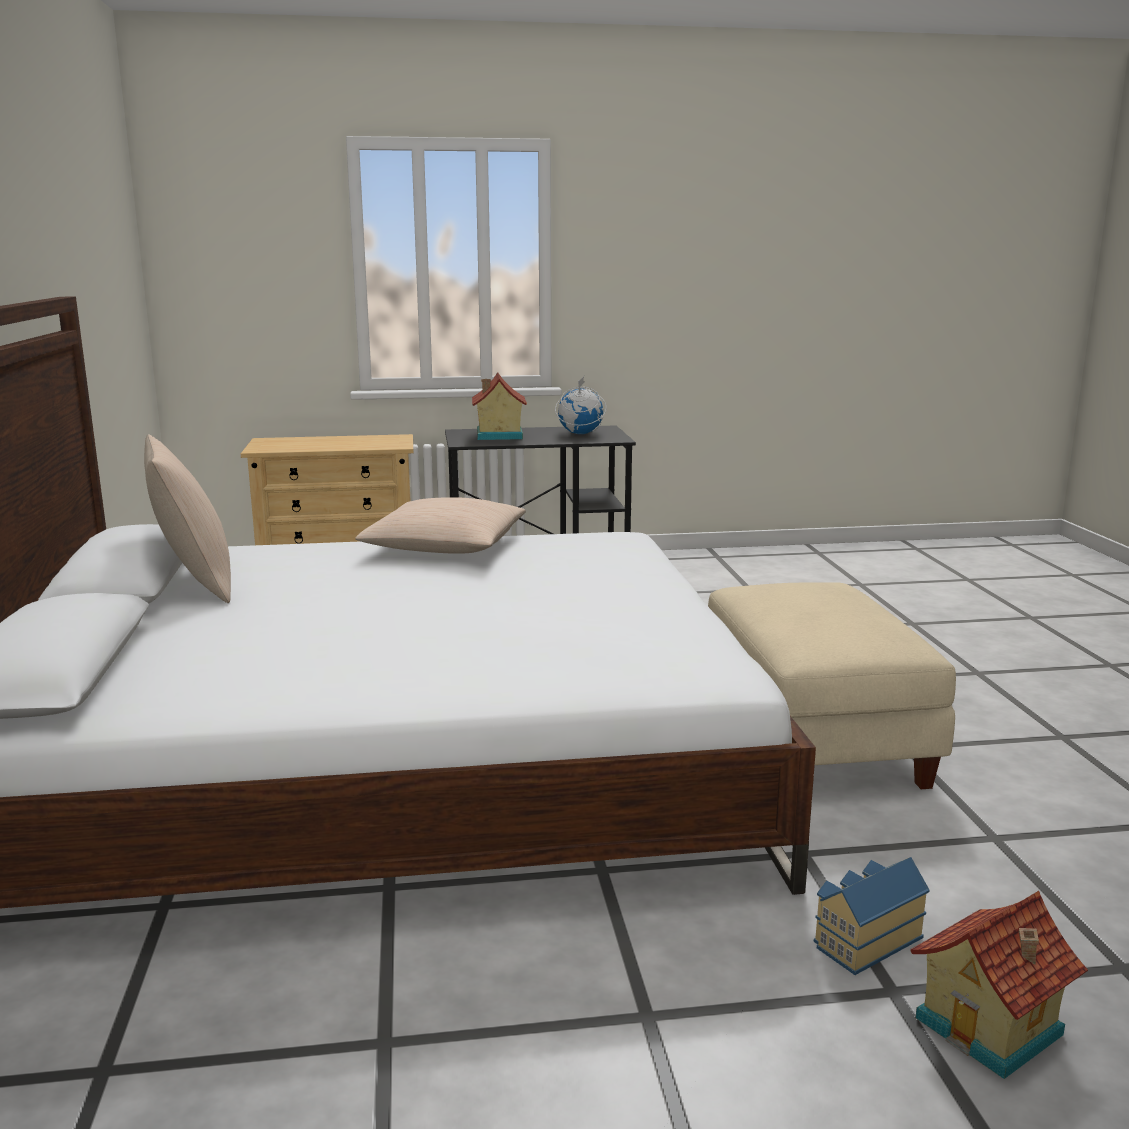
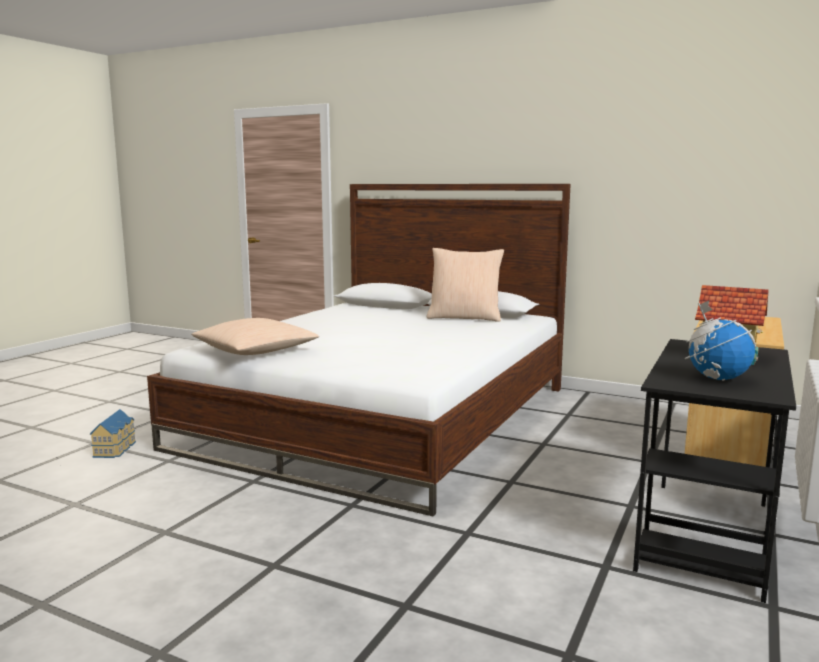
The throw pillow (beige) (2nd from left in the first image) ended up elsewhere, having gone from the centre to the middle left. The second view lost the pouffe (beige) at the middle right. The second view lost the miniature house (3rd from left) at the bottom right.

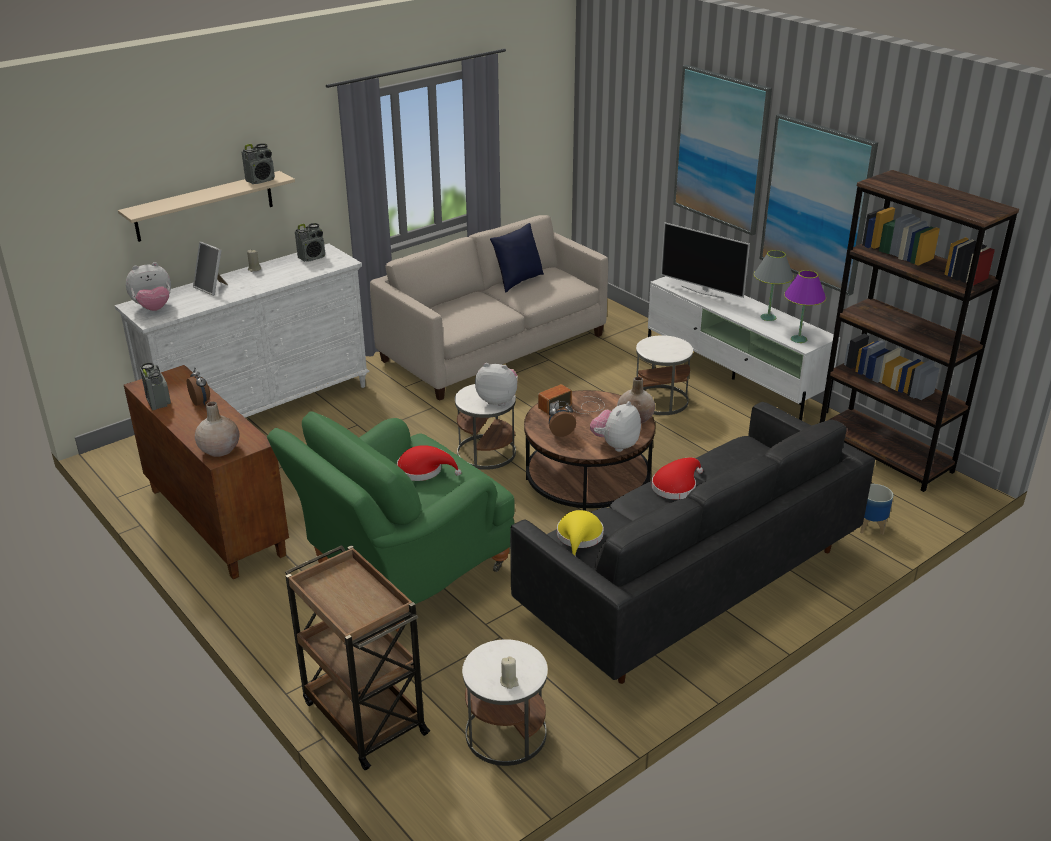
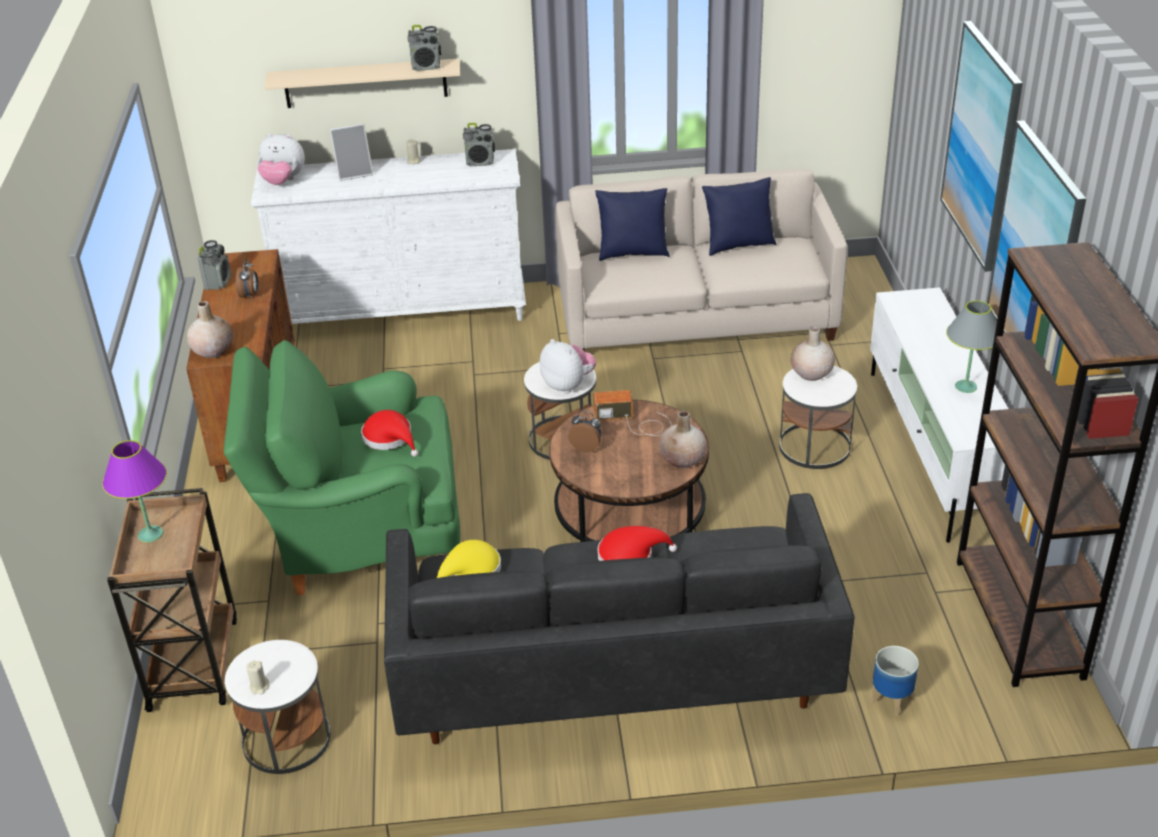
The tabletop lamp (purplish) ended up elsewhere, having gone from the middle right to the middle left. The photo frame at the top left ended up facing another way, 90 degrees counterclockwise from before. The second view gained the throw pillow (blue) (1st from left) at the top centre. The second view gained the vase (beige) (3rd from left) at the middle right. The second view lost the plush toy (3rd from left) at the centre. The second view lost the TV set at the top right.

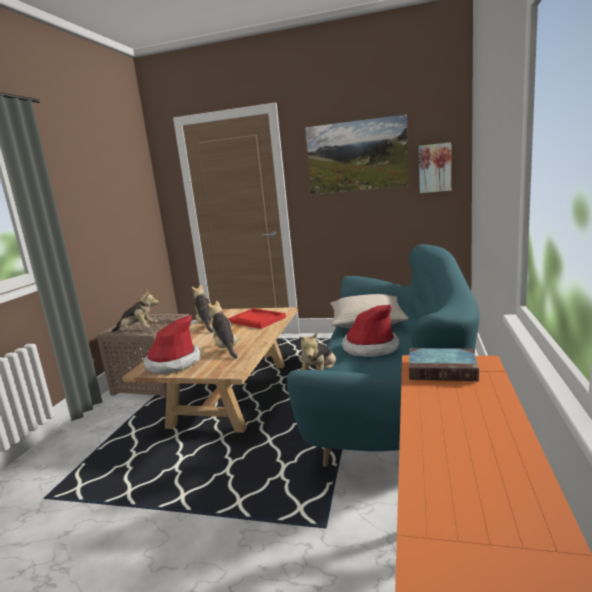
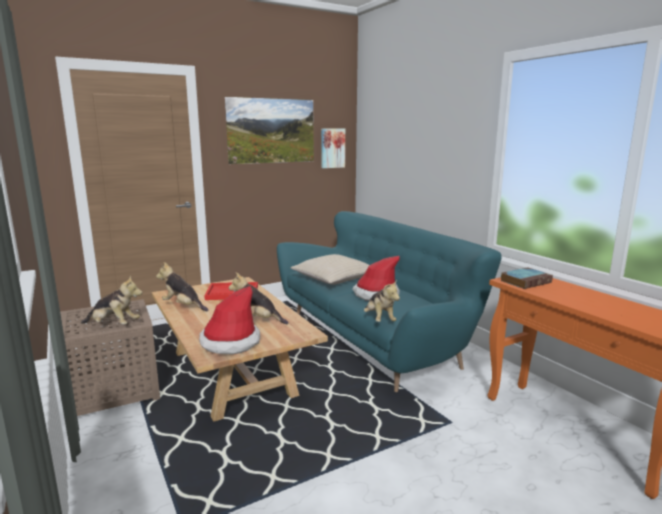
The plush toy (1st from left) at the middle left ended up facing another way, 45 degrees clockwise from before.

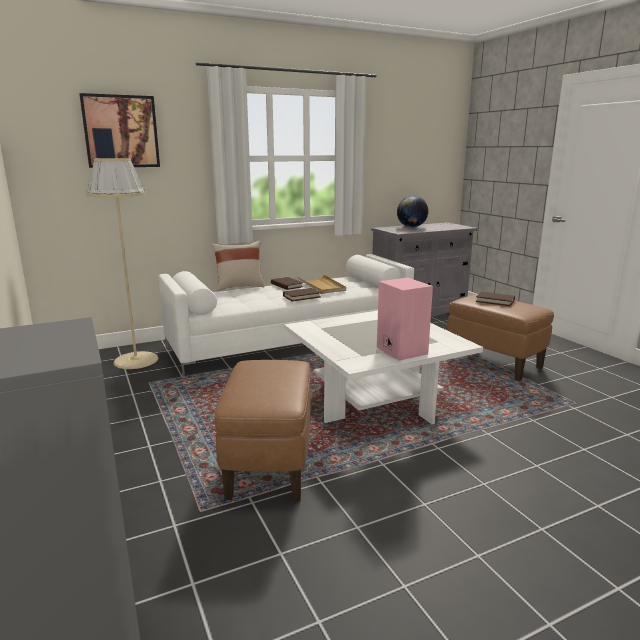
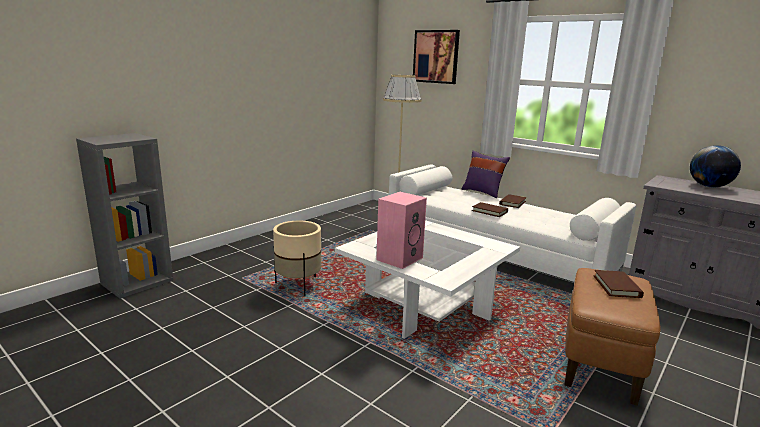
Where the pouffe (brown) (1st from left) stood at the bottom centre, the flower pot (beige) came to stand at the centre. What was the throw pillow (beige) at the centre turned into the throw pillow (purplish) at the centre. The second view lost the serving tray (beige) at the centre.

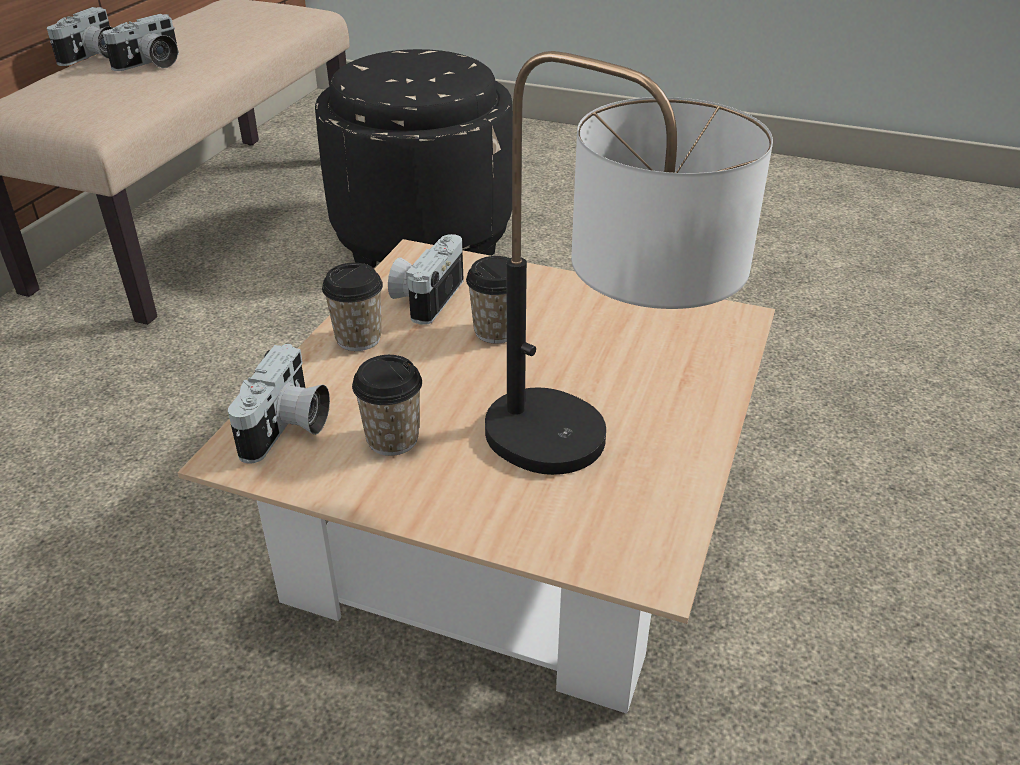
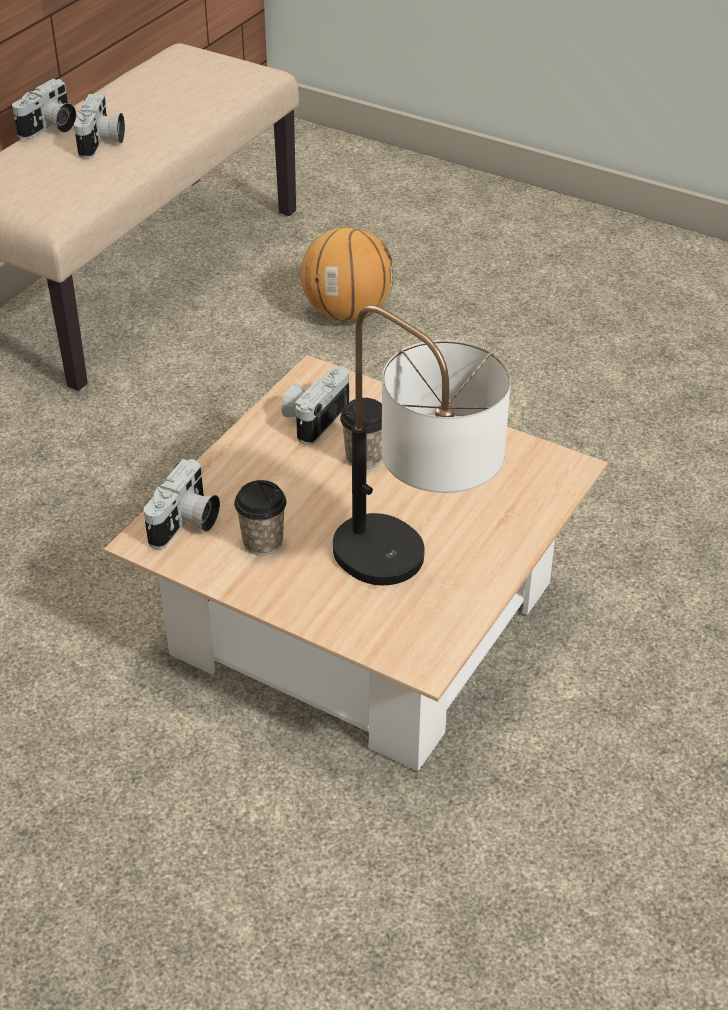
The still camera (2nd from left) at the top left ended up facing another way, 45 degrees counterclockwise from before. Where the pouffe (blackish) stood at the top centre, the ball for basketball came to stand at the top centre. The second view lost the small cup (1st from left) at the centre.

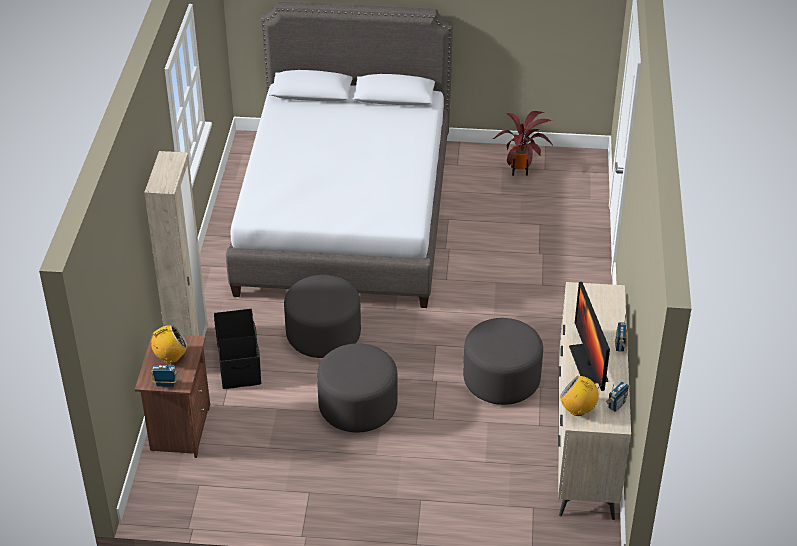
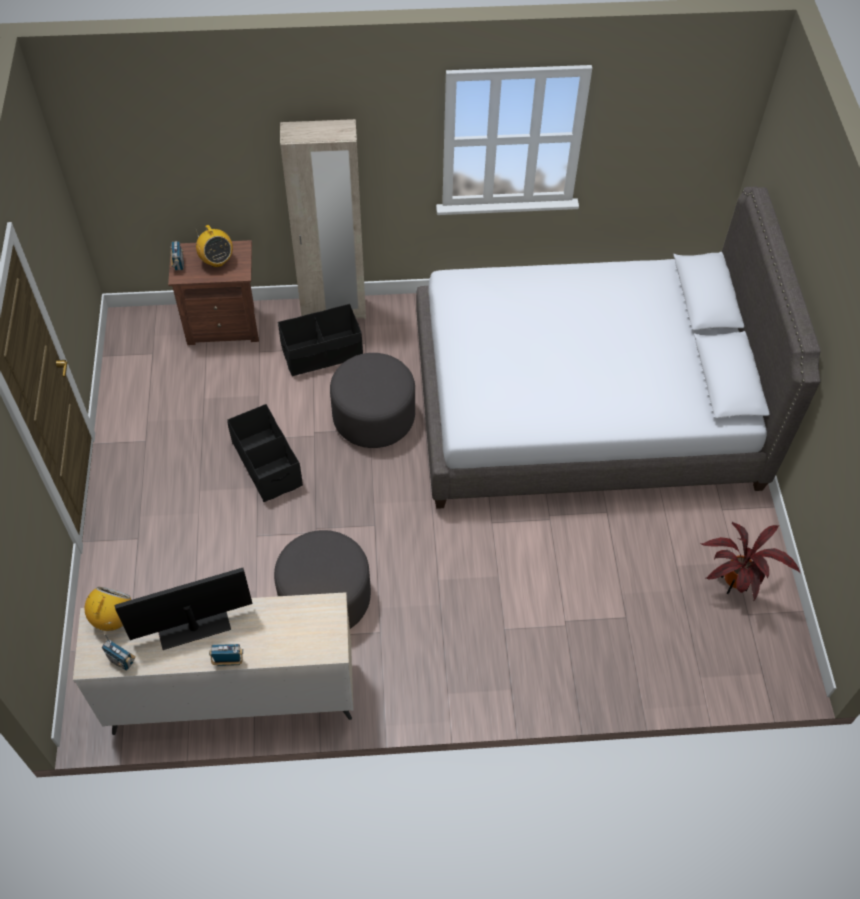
Where the pouffe (grey) (2nd from left) stood at the bottom centre, the storage box (blackish) (1st from left) came to stand at the middle left.

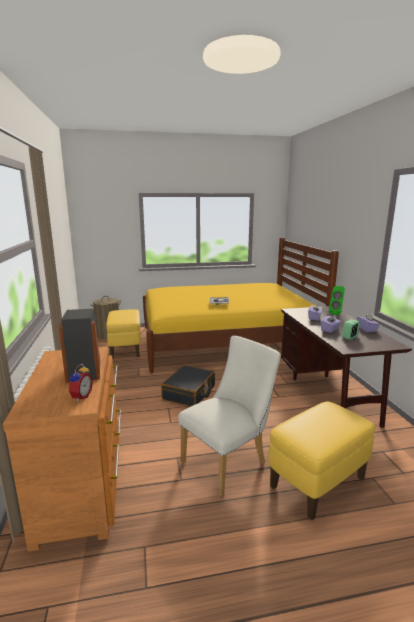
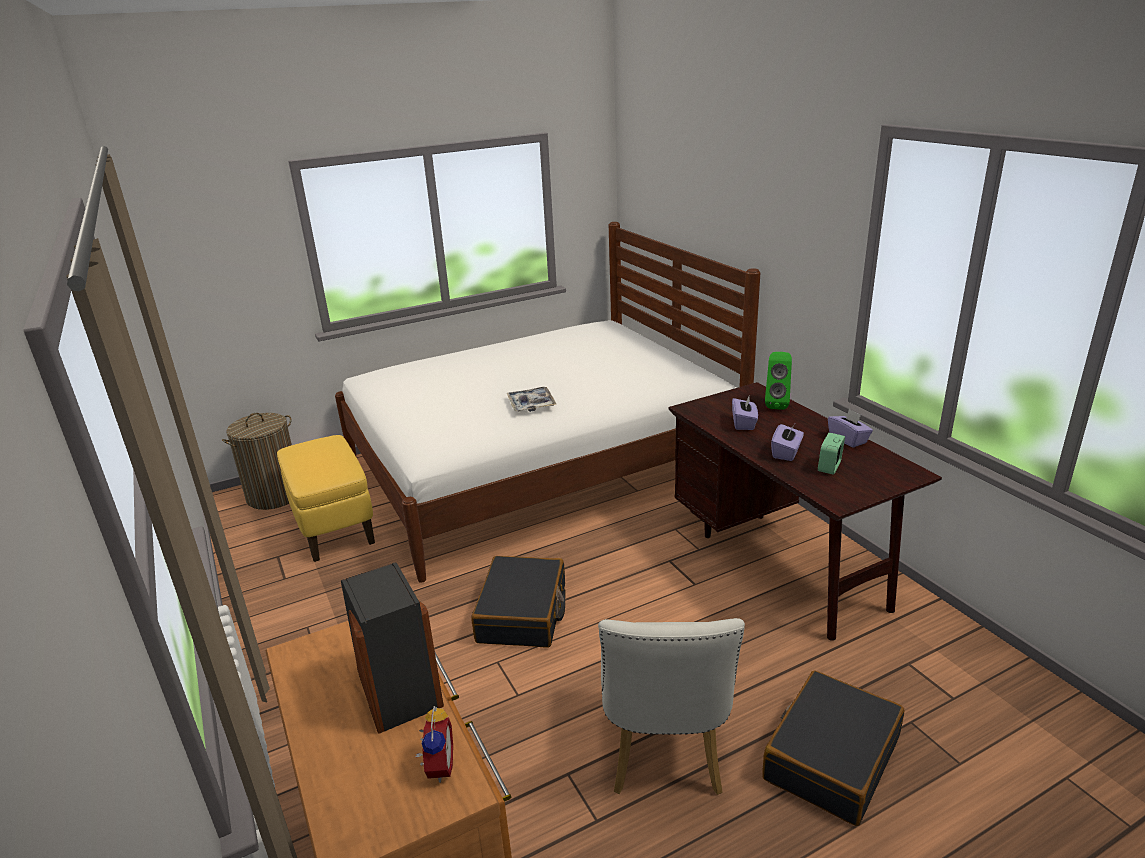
What was the bed (yellow) at the centre turned into the bed (white) at the centre. The upright chair (white) at the bottom centre ended up facing another way, 150 degrees clockwise from before. Where the pouffe (yellow) (2nd from left) stood at the bottom right, the suitcase (blackish) (2nd from left) came to stand at the bottom right.

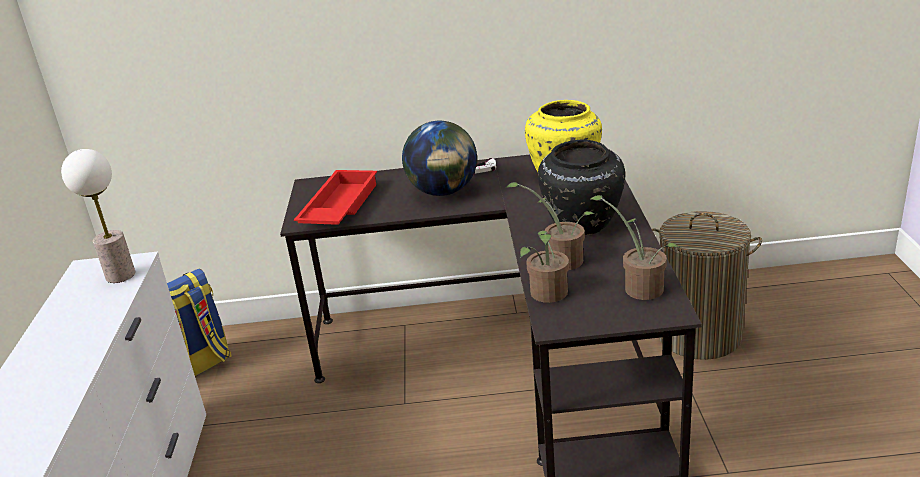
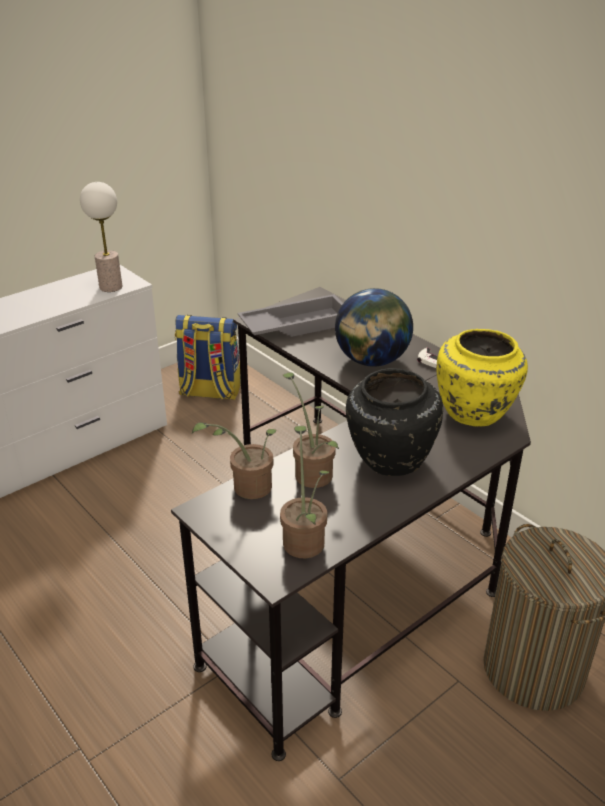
What was the serving tray (reddish) at the centre turned into the serving tray (grey) at the centre.

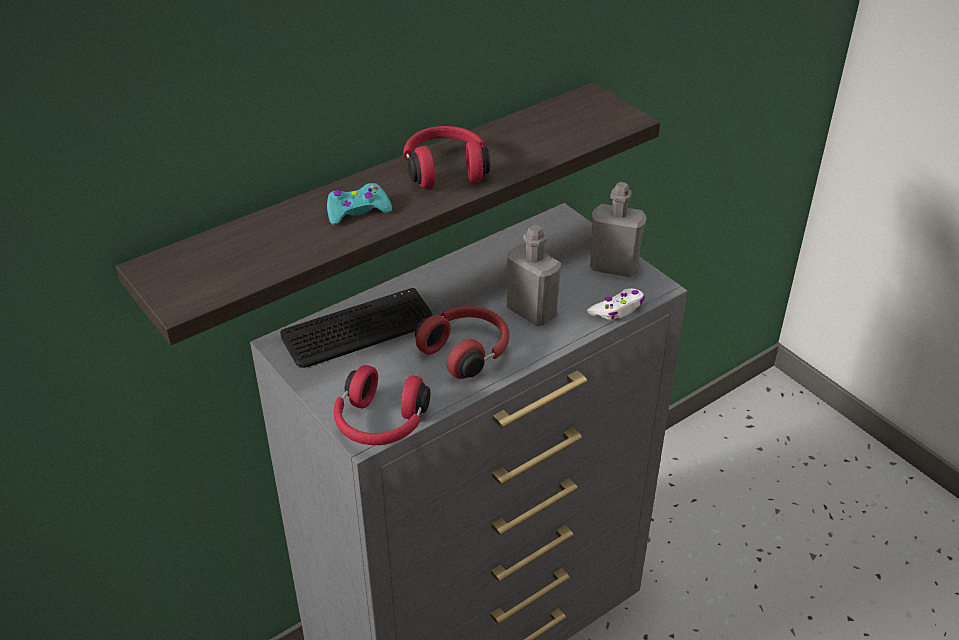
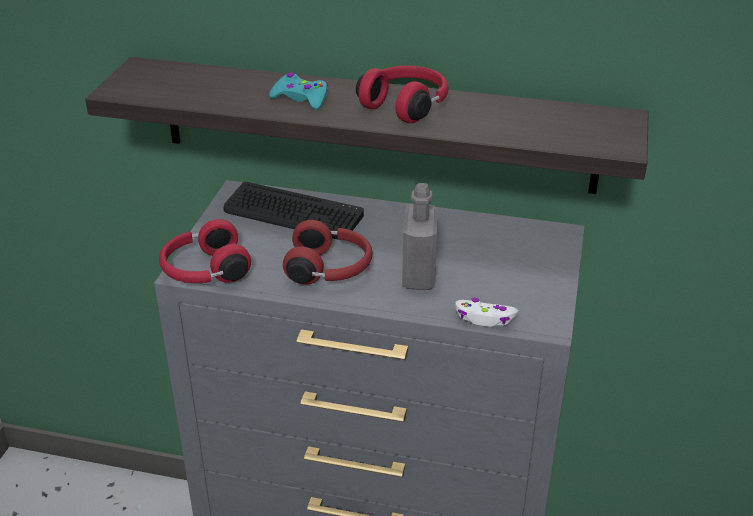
The second view lost the bottle (grey) (2nd from left) at the centre.

